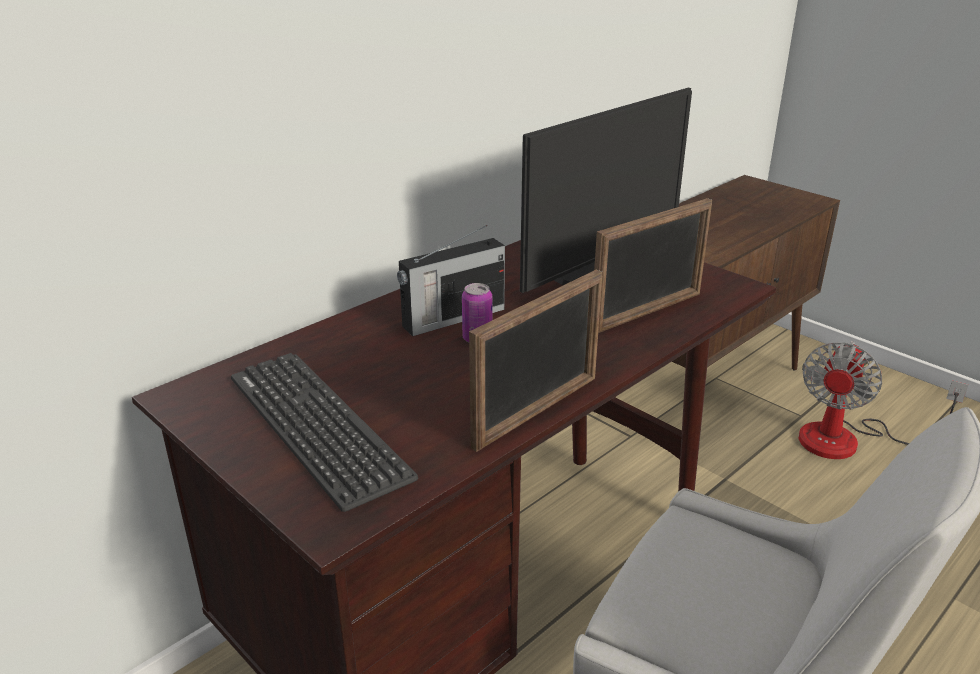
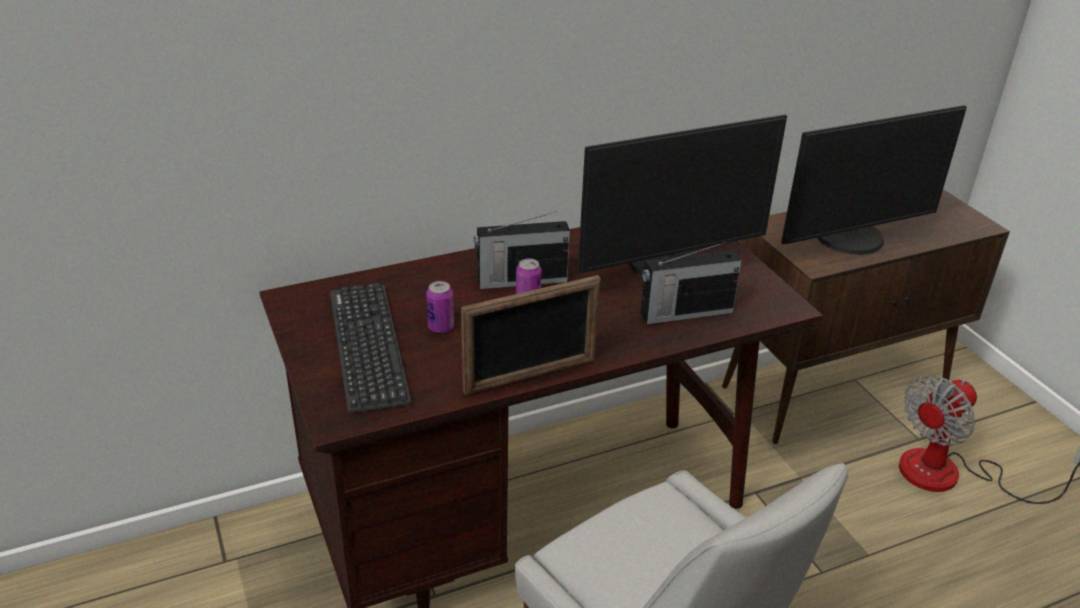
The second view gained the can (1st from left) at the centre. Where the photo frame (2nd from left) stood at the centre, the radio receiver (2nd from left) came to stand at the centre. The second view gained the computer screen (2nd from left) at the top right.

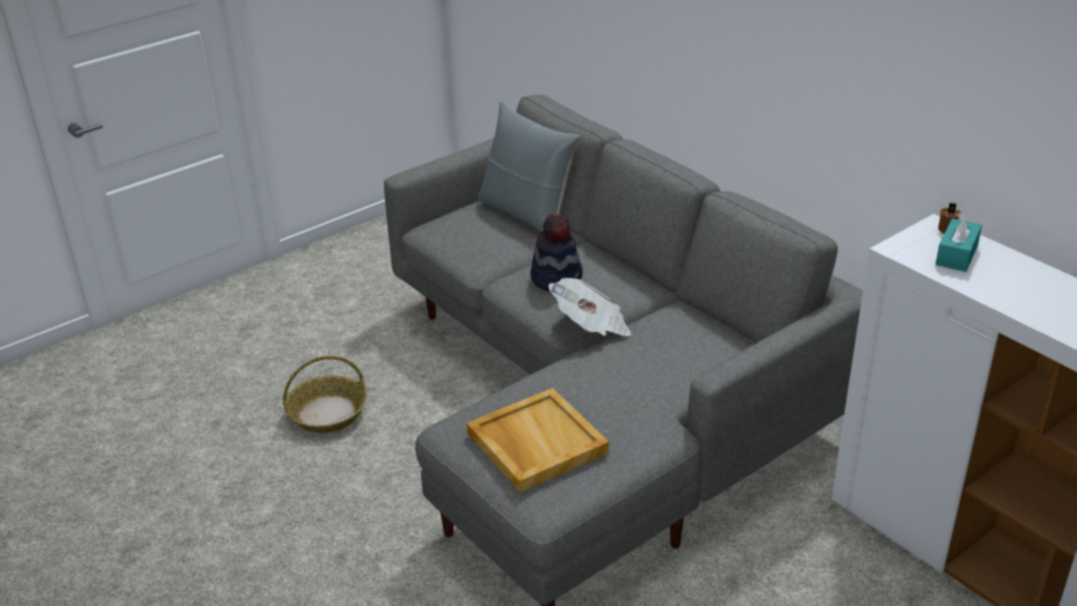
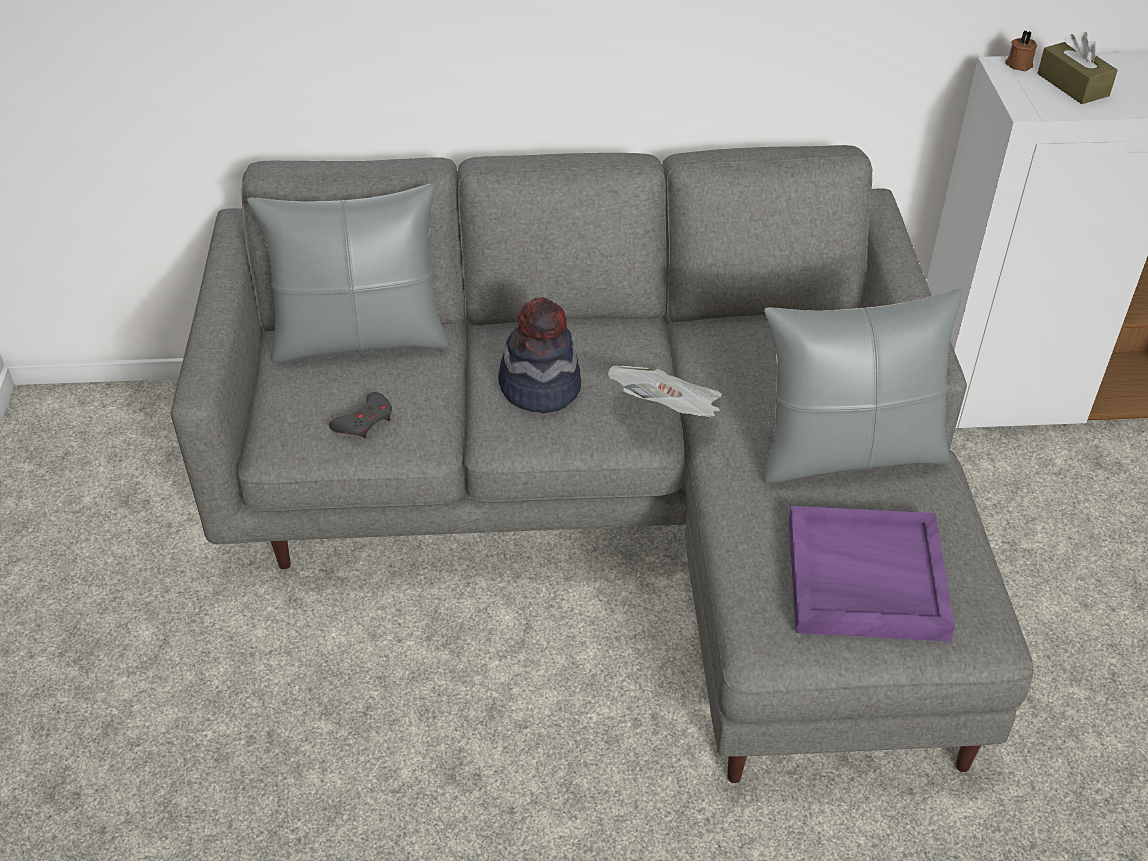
The second view gained the gamepad (grey) at the middle left. The second view gained the throw pillow (grey) (2nd from left) at the middle right. What was the serving tray (beige) at the bottom centre turned into the serving tray (purplish) at the middle right. What was the tissue holder (turquoise-coloured) at the middle right turned into the tissue holder (brown) at the top right. The second view lost the storage basket at the middle left.

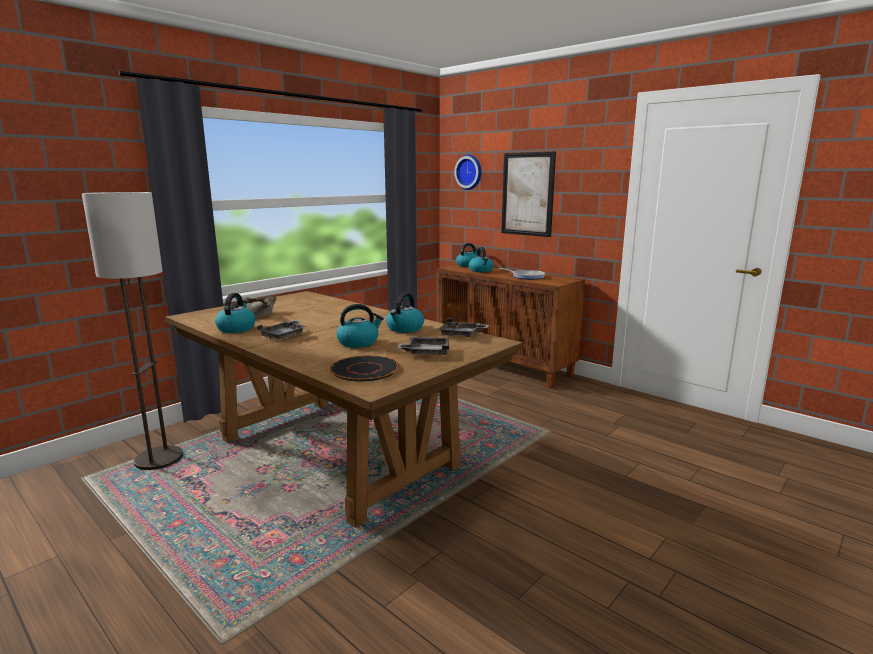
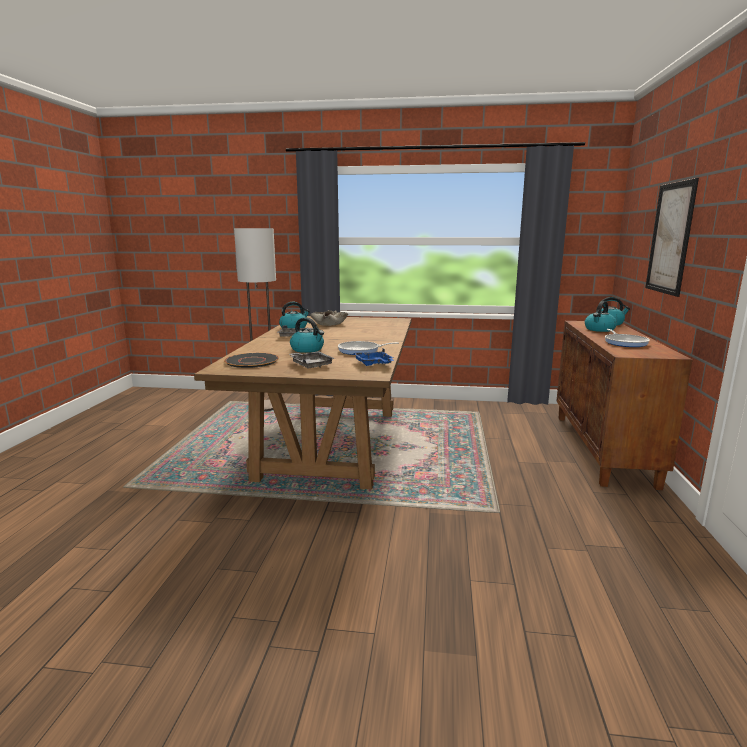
Where the tea kettle (3rd from left) stood at the centre, the pan (1st from left) came to stand at the centre. What was the serving tray (grey) (3rd from left) at the centre turned into the serving tray (blue) at the centre. The second view lost the wall clock at the top centre.

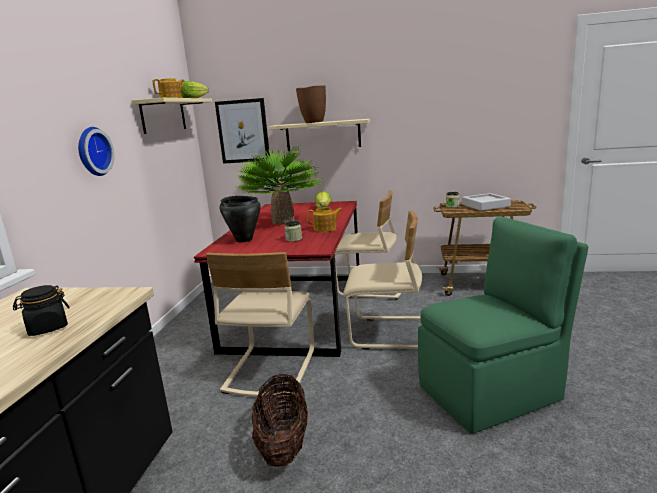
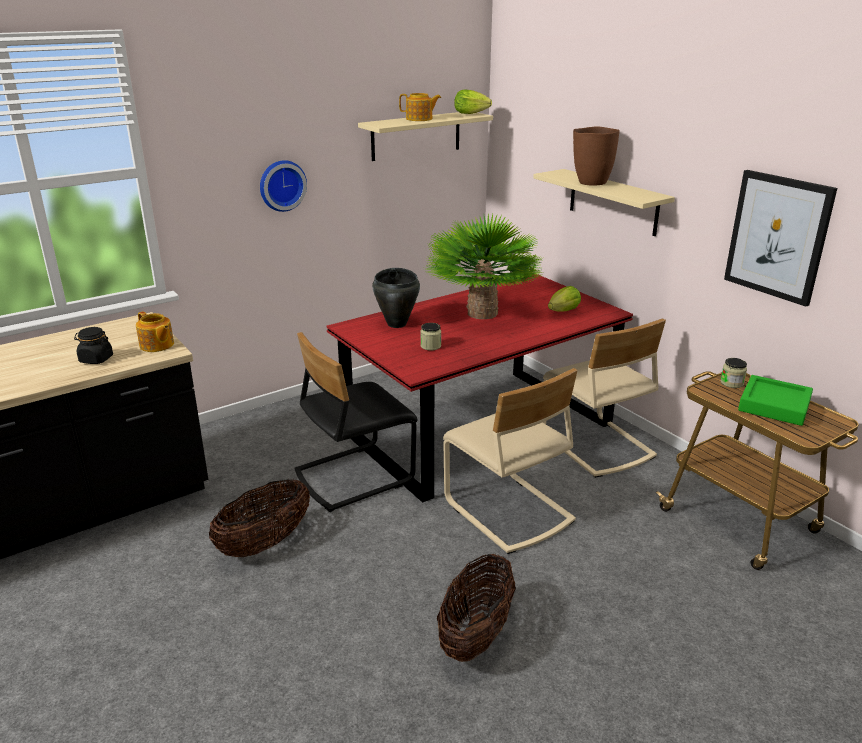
The pot for tea (2nd from left in the first image) ended up elsewhere, having gone from the centre to the middle left. What was the upright chair (beige) (1st from left) at the centre turned into the upright chair (blackish) at the centre. Where the upright chair (greenish) stood at the middle right, the storage basket (2nd from left) came to stand at the bottom centre. The wall picture ended up elsewhere, having gone from the top centre to the top right. What was the serving tray (grey) at the middle right turned into the serving tray (greenish) at the middle right.

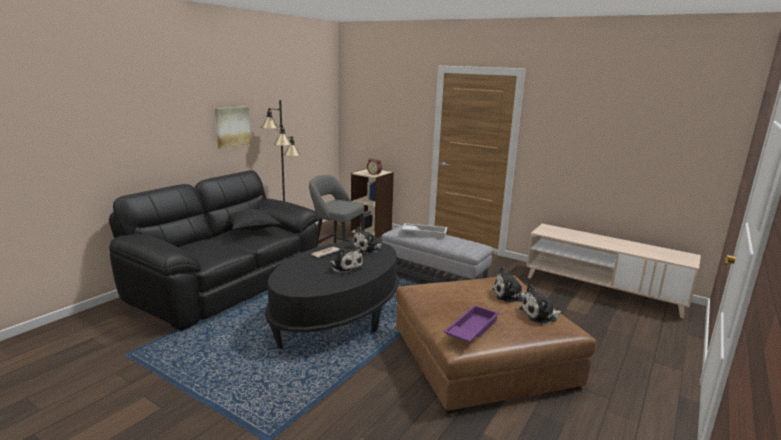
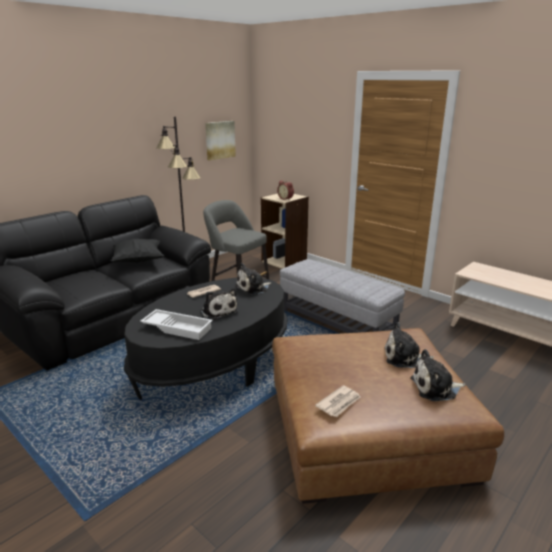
The serving tray (white) ended up elsewhere, having gone from the centre to the middle left. The wall picture ended up elsewhere, having gone from the top left to the top centre. Where the serving tray (purplish) stood at the bottom centre, the daily paper (2nd from left) came to stand at the bottom centre.

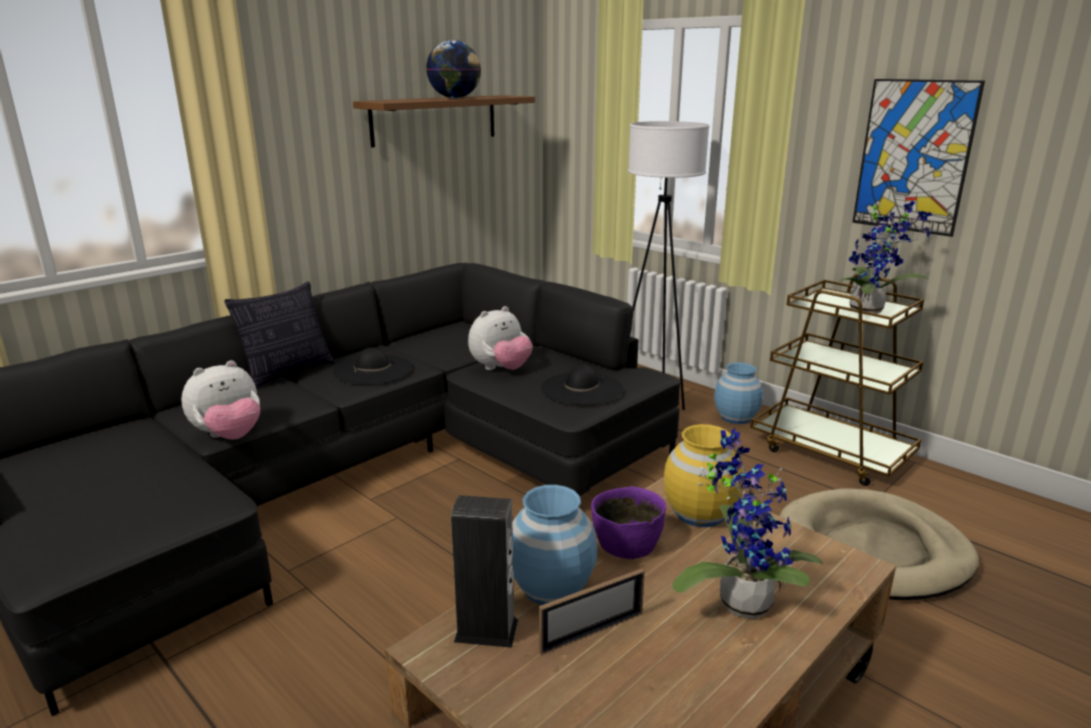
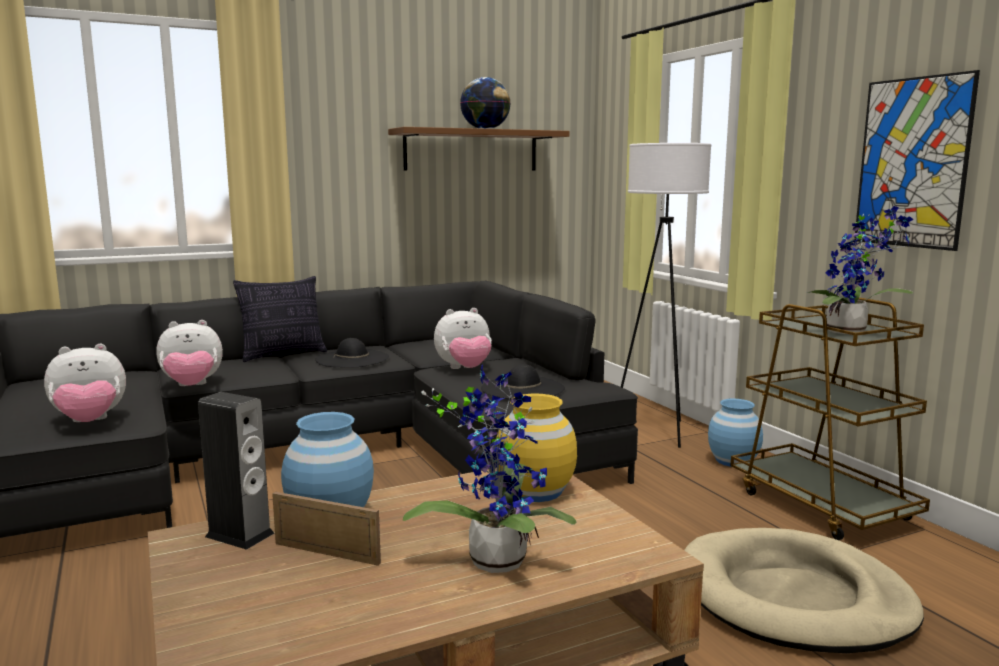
The second view gained the plush toy (1st from left) at the middle left. The photo frame at the bottom centre ended up facing another way, 150 degrees counterclockwise from before. The second view lost the bowl (purplish) at the bottom centre.

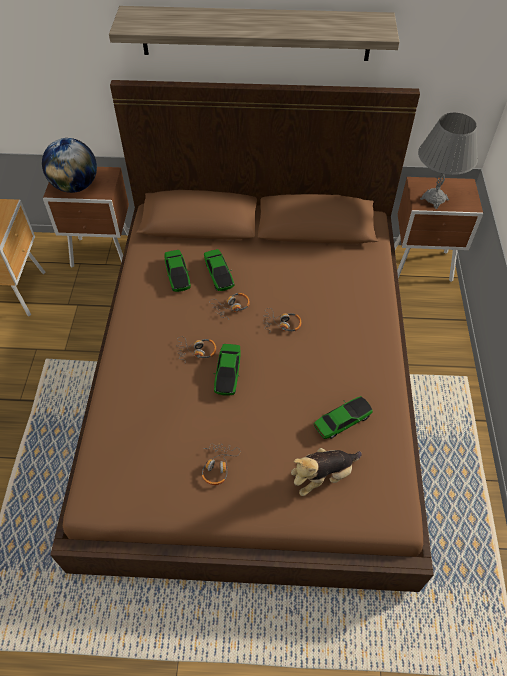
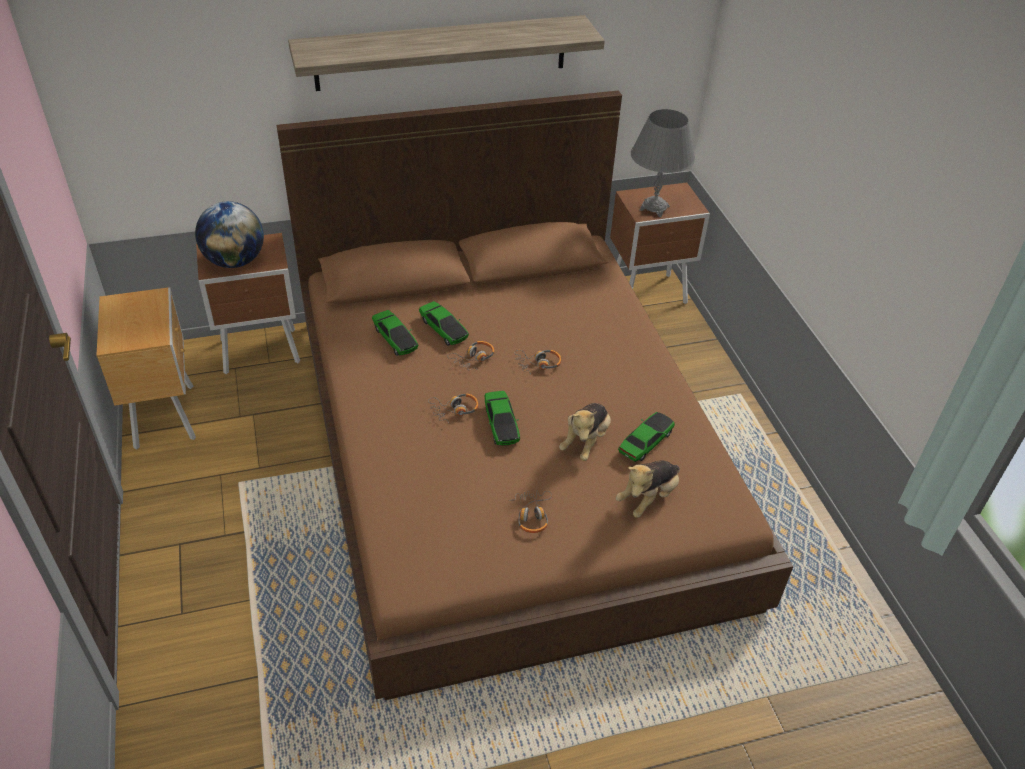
The second view gained the plush toy (1st from left) at the centre.

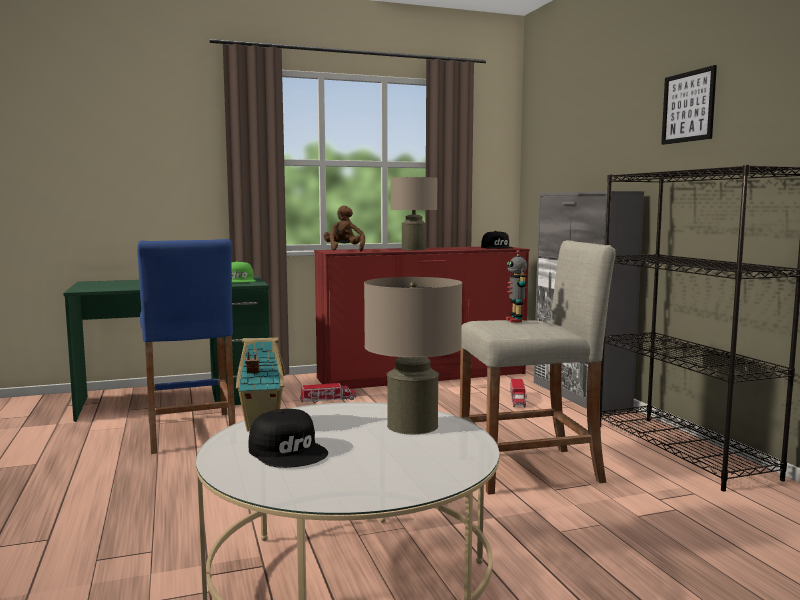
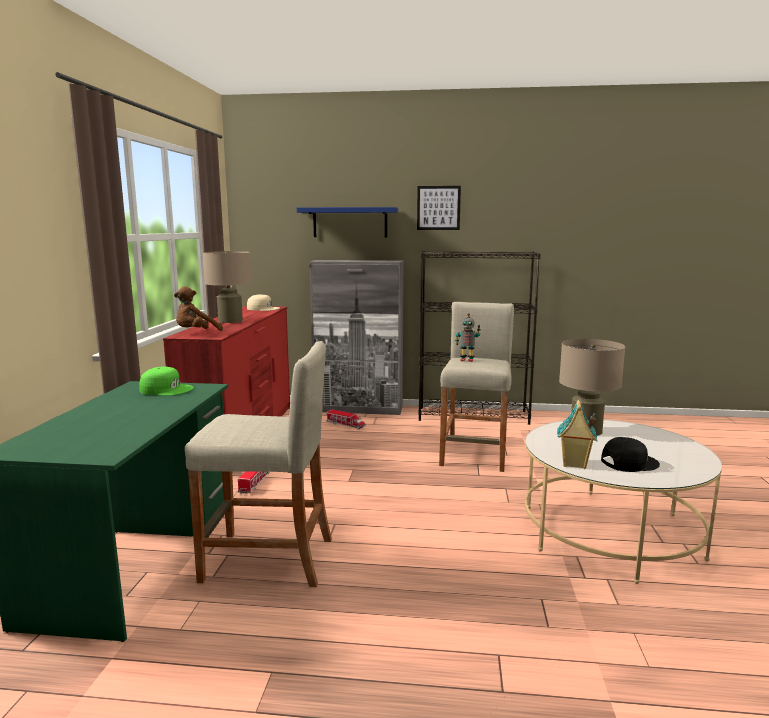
The plush toy (brown) at the centre ended up facing another way, 60 degrees counterclockwise from before. What was the stool seat (blue) at the middle left turned into the stool seat (beige) (1st from left) at the centre. What was the cap (blackish) (2nd from left) at the centre turned into the cap (beige) at the centre. The second view gained the wall shelf (blue) at the top centre.

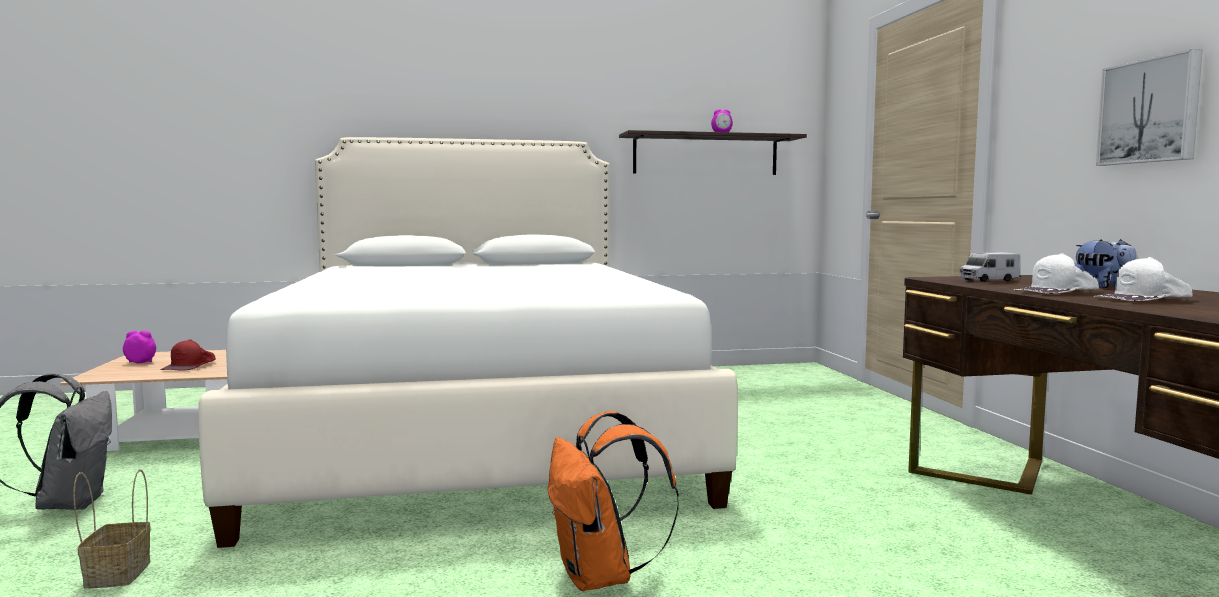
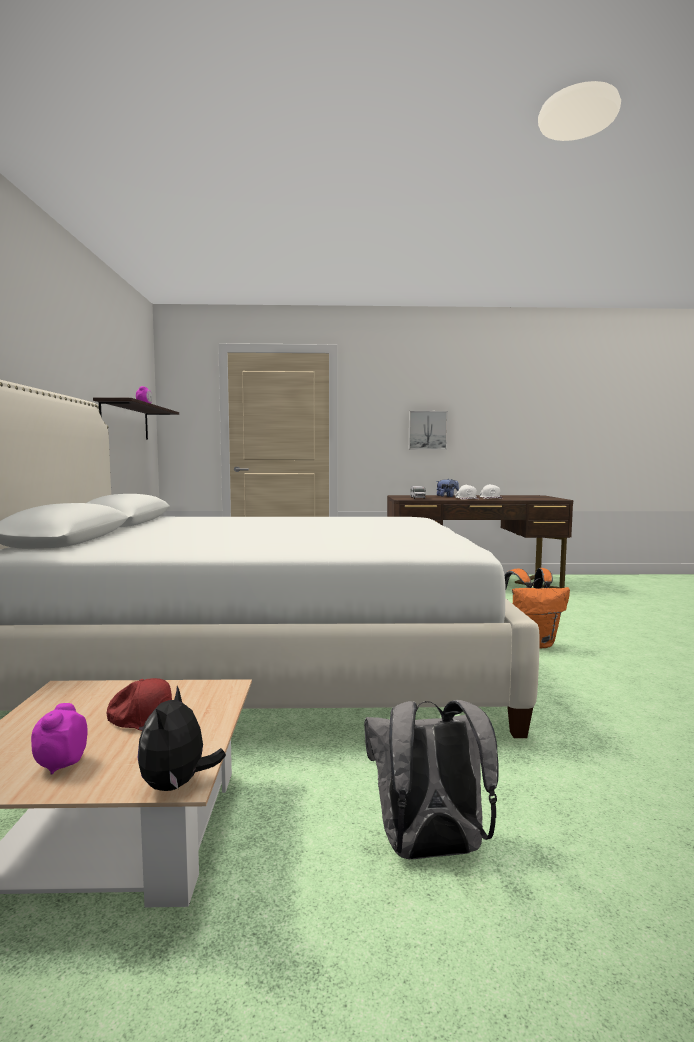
The second view gained the plush toy (1st from left) at the bottom left. The second view lost the storage basket at the bottom left.

